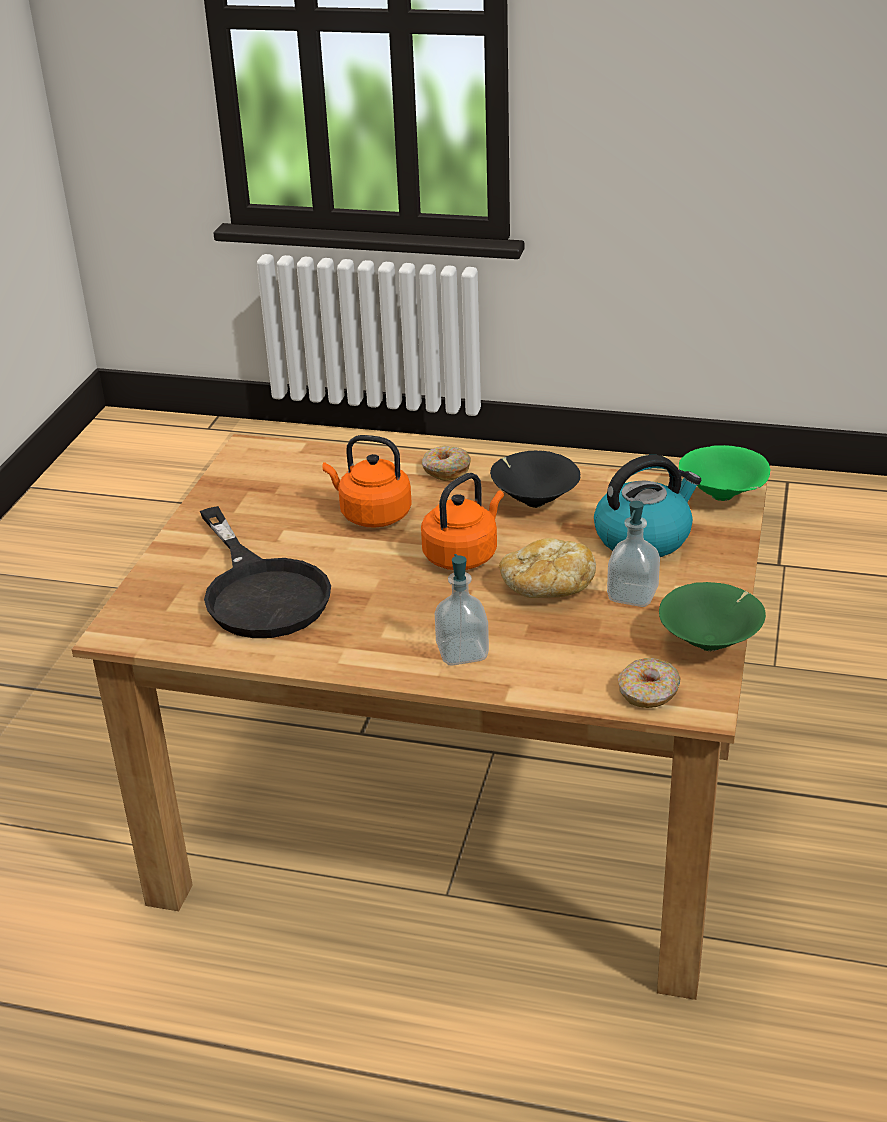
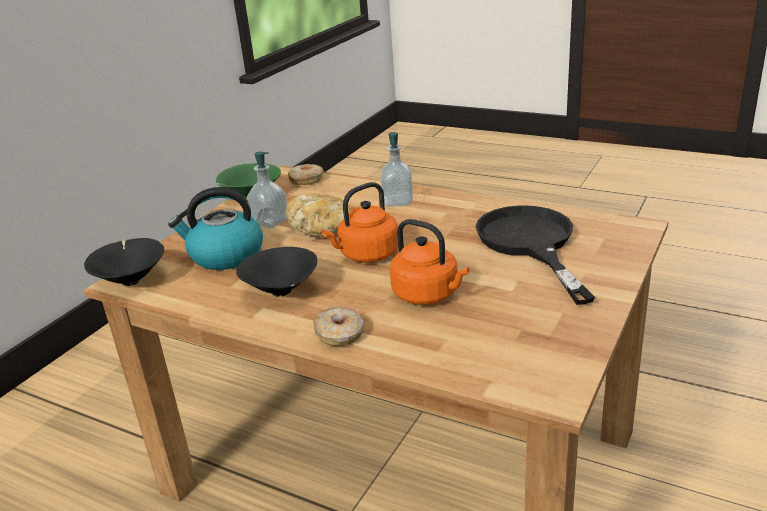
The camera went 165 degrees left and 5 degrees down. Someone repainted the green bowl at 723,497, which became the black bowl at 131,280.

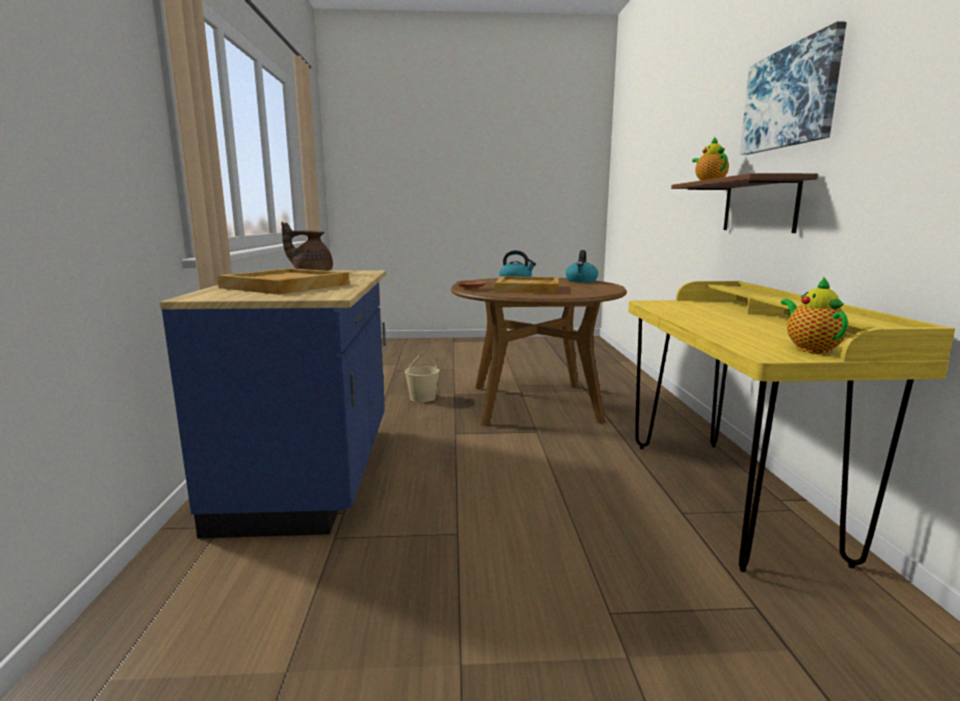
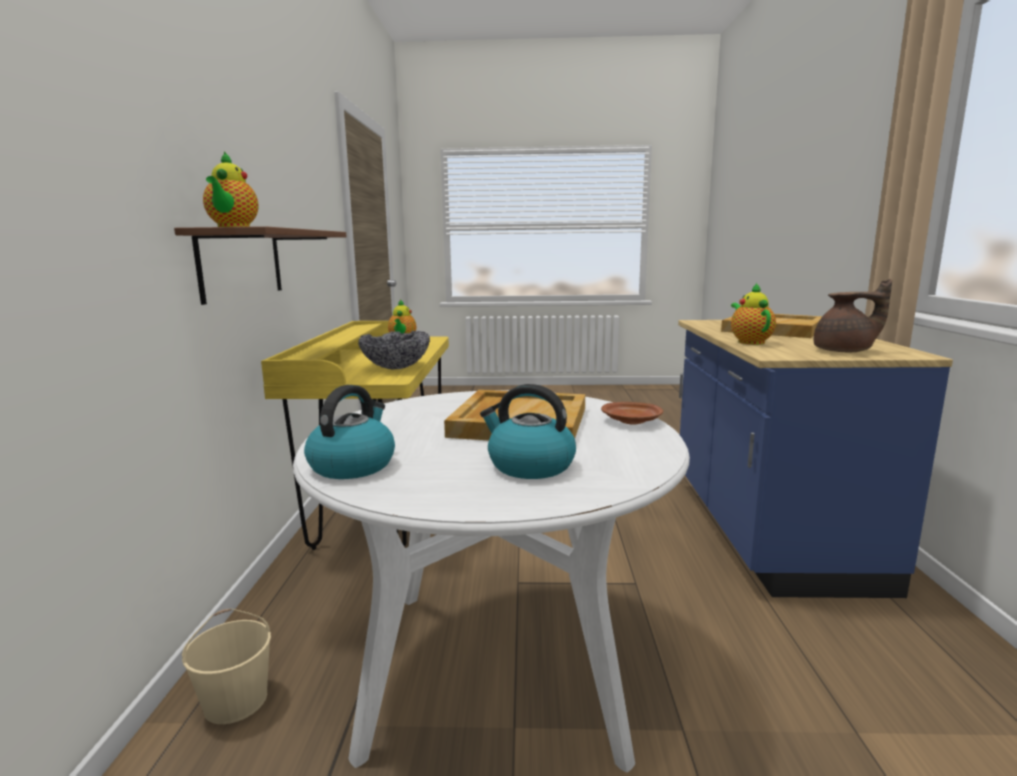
The camera went 175 degrees left and 0 degrees up. Someone carried the beige bucket from 423,397 to 235,701. Someone repainted the brown dining table at 534,403, which became the white dining table at 497,666. Someone put down the bowl at 396,368. Someone put down the teapot at 749,342. Someone took away the picture at 790,97.

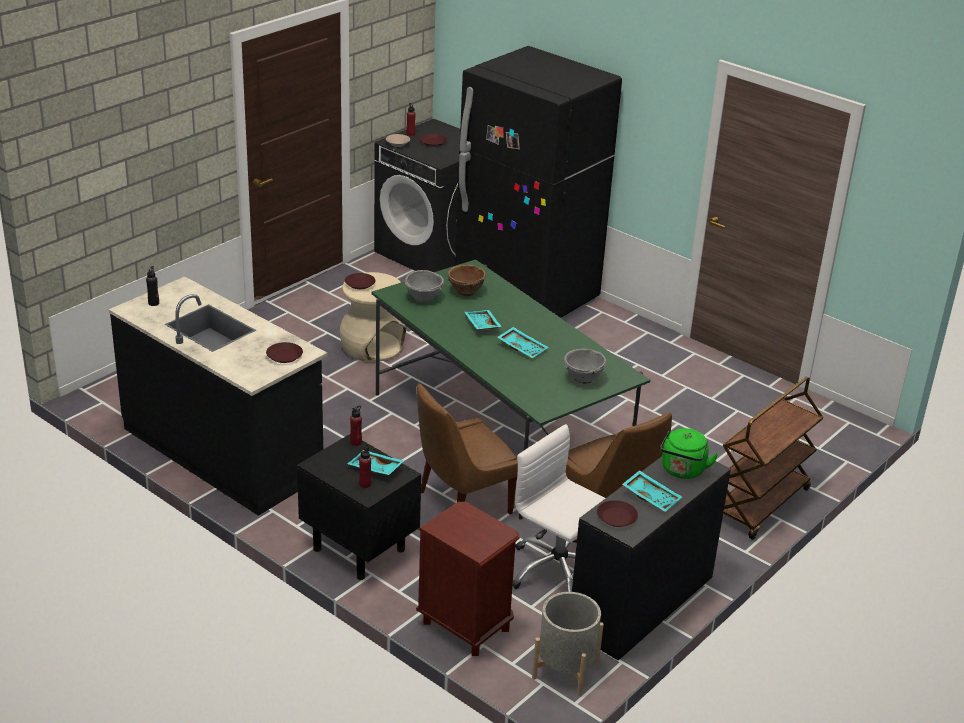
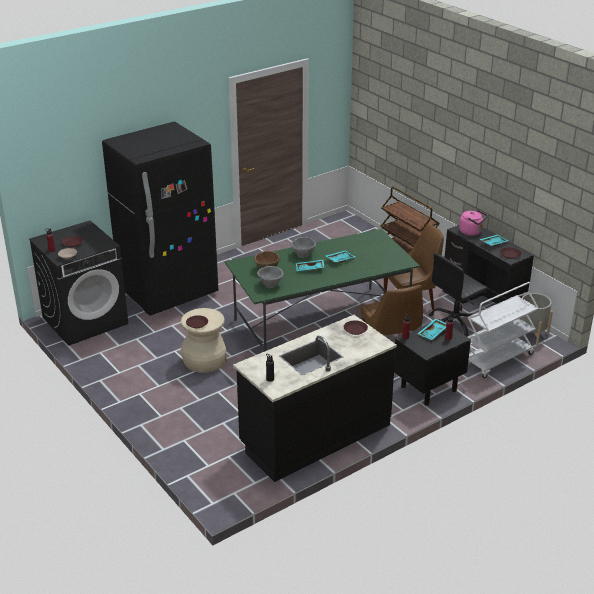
The camera went 75 degrees left and 0 degrees up. Someone carried the grey bowl from 583,379 to 303,255. Someone repainted the white office chair at 557,571, which became the black office chair at 454,325. Someone repainted the green kettle at 682,471, which became the pink kettle at 472,232. Someone swapped the brown nightstand at 465,626 for the white cart at 497,360.

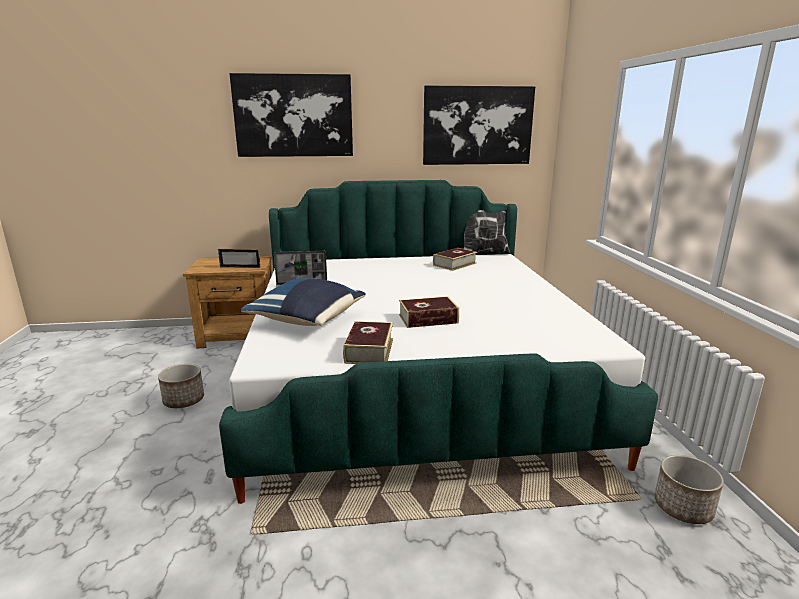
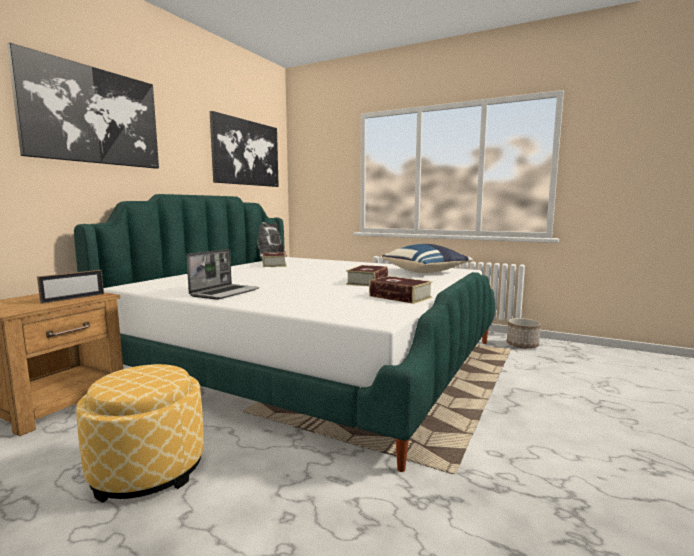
The camera went 55 degrees left and 10 degrees down. Someone swapped the planter at 184,400 for the ottoman at 148,469. Someone carried the blue pillow from 308,320 to 426,272.

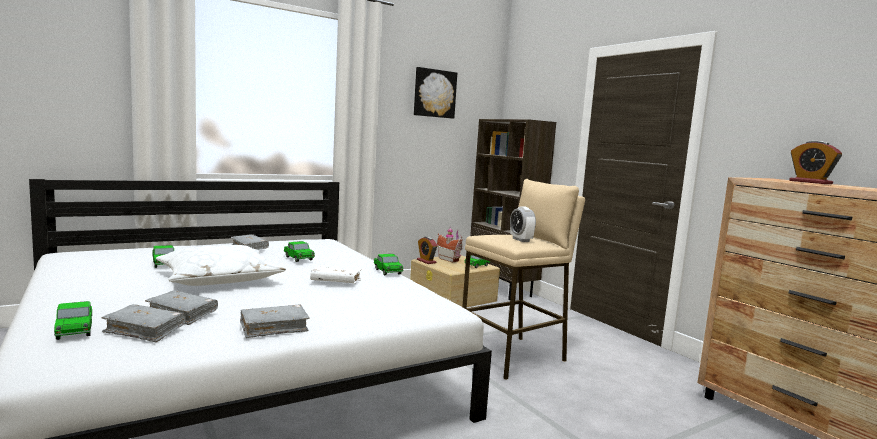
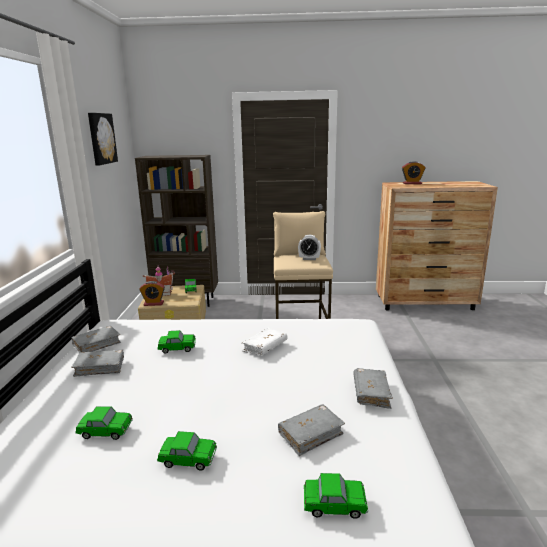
The camera went 55 degrees left and 10 degrees up. Someone carried the grey book from 145,330 to 97,344. Someone carried the toy car from 387,271 to 188,459. Someone took away the white pillow at 219,278.

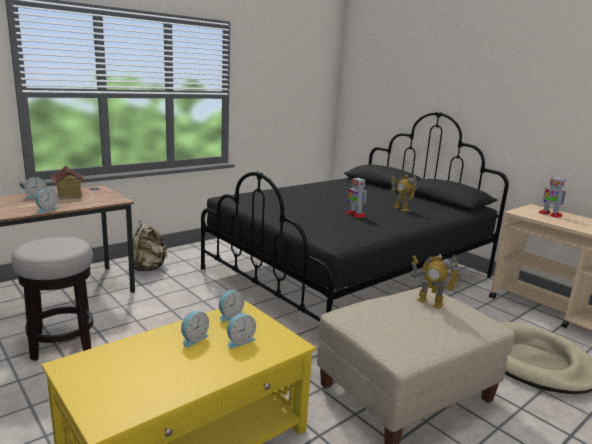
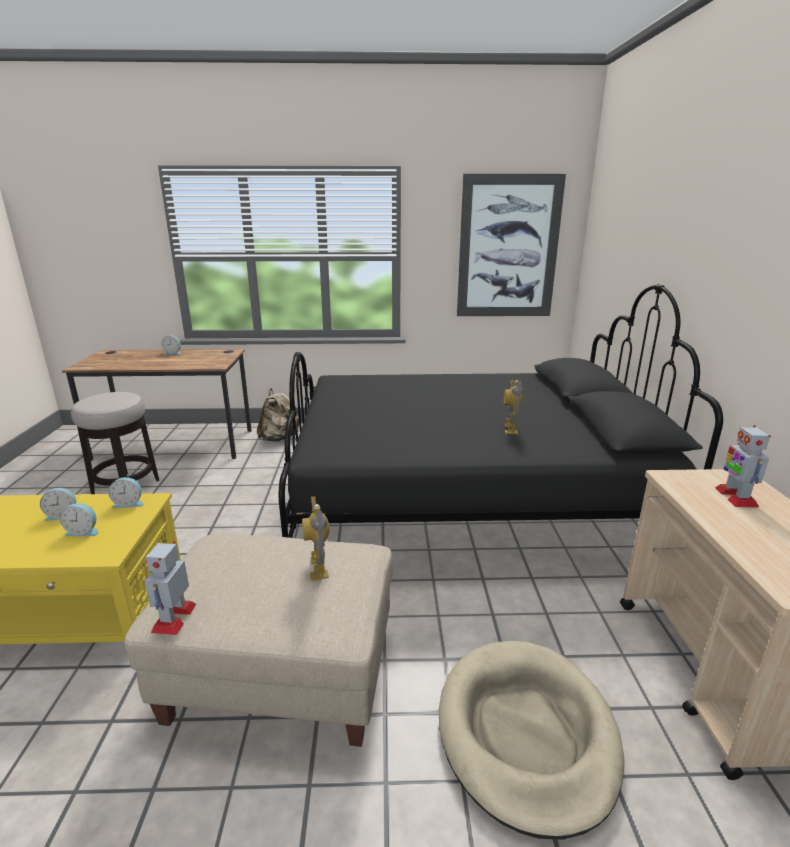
The camera went 40 degrees right and 5 degrees up. Someone carried the toy robot from 355,214 to 174,617. Someone put up the picture at 508,248. Someone took away the alarm clock at 46,209. Someone took away the toy house at 69,194.

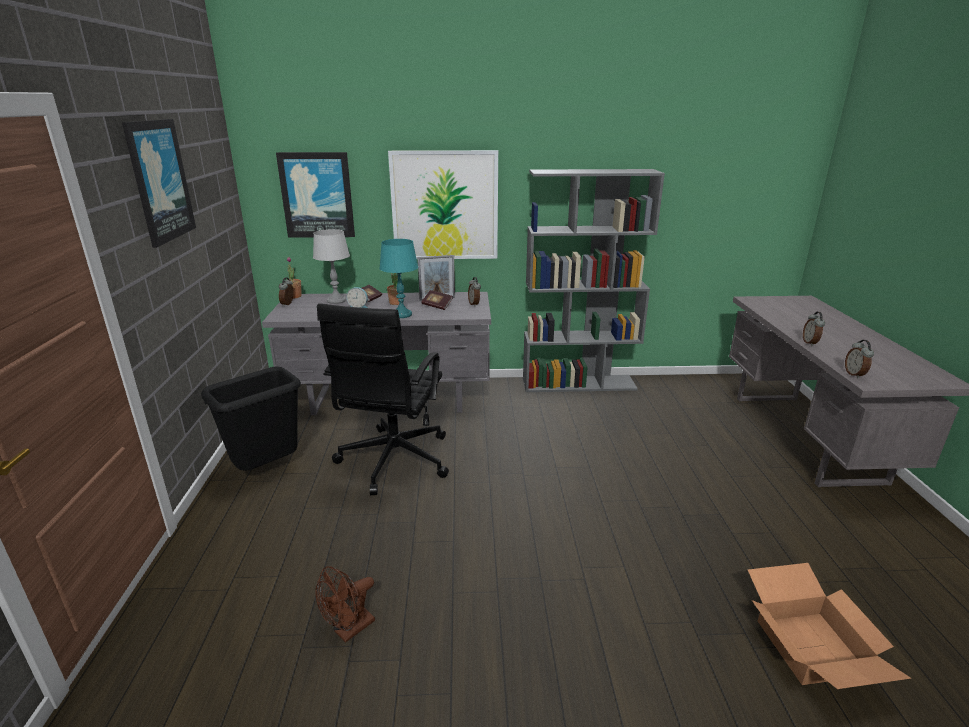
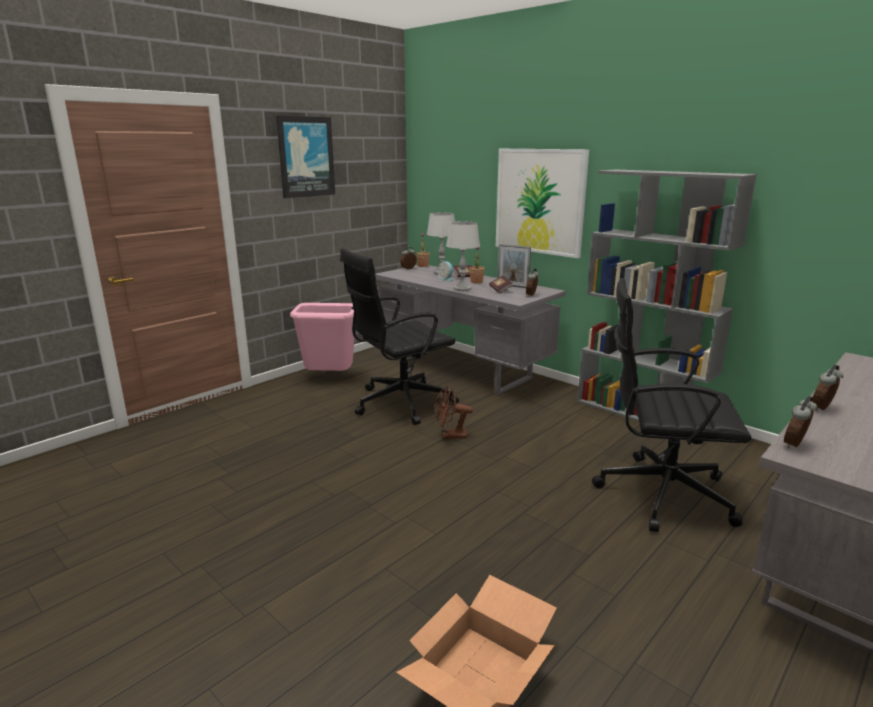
The camera went 45 degrees right and 5 degrees down. Someone repainted the black trash can at 268,469, which became the pink trash can at 330,378. Someone carried the brown fan from 349,630 to 450,436. Someone repainted the turquoise table lamp at 401,314, which became the grey table lamp at 462,289. Someone put down the black office chair at 660,493. Someone took away the picture at 317,195.

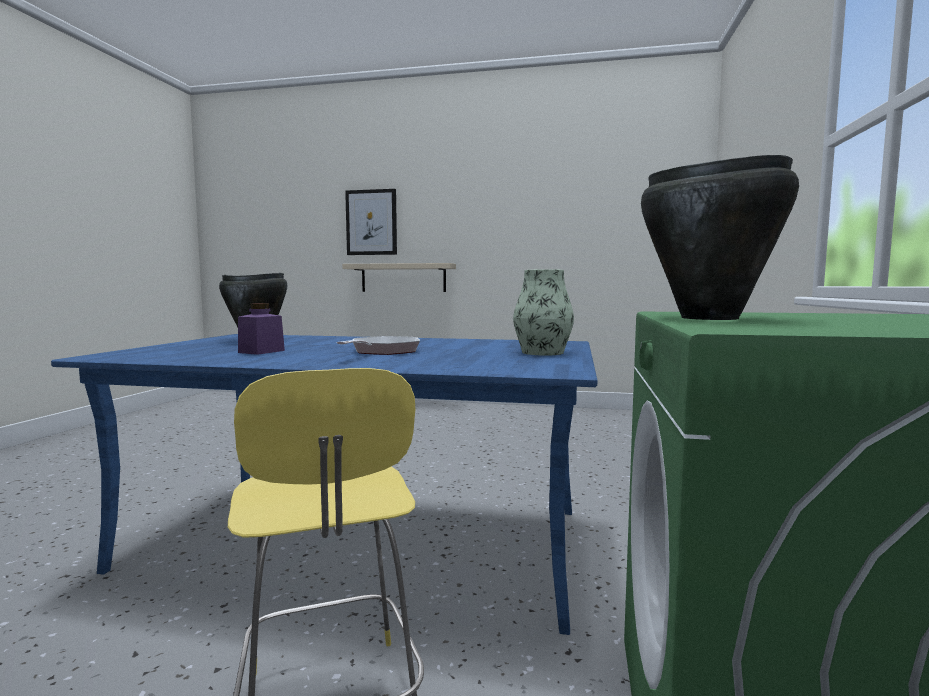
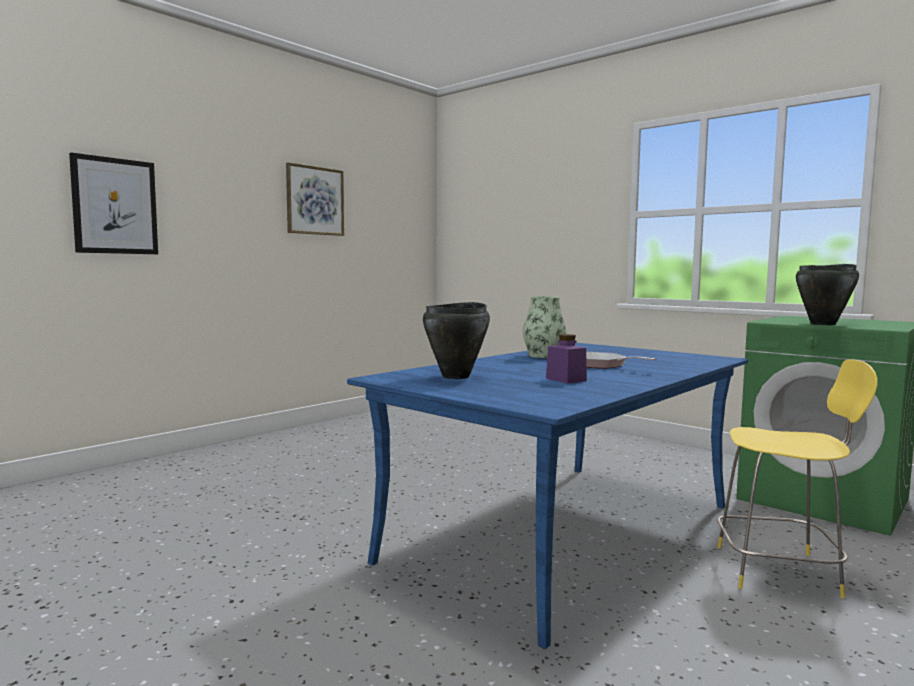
The camera went 60 degrees left and 0 degrees up. Someone put up the picture at 315,201. Someone carried the vase from 542,352 to 543,356. Someone took away the beige shelf at 403,278.

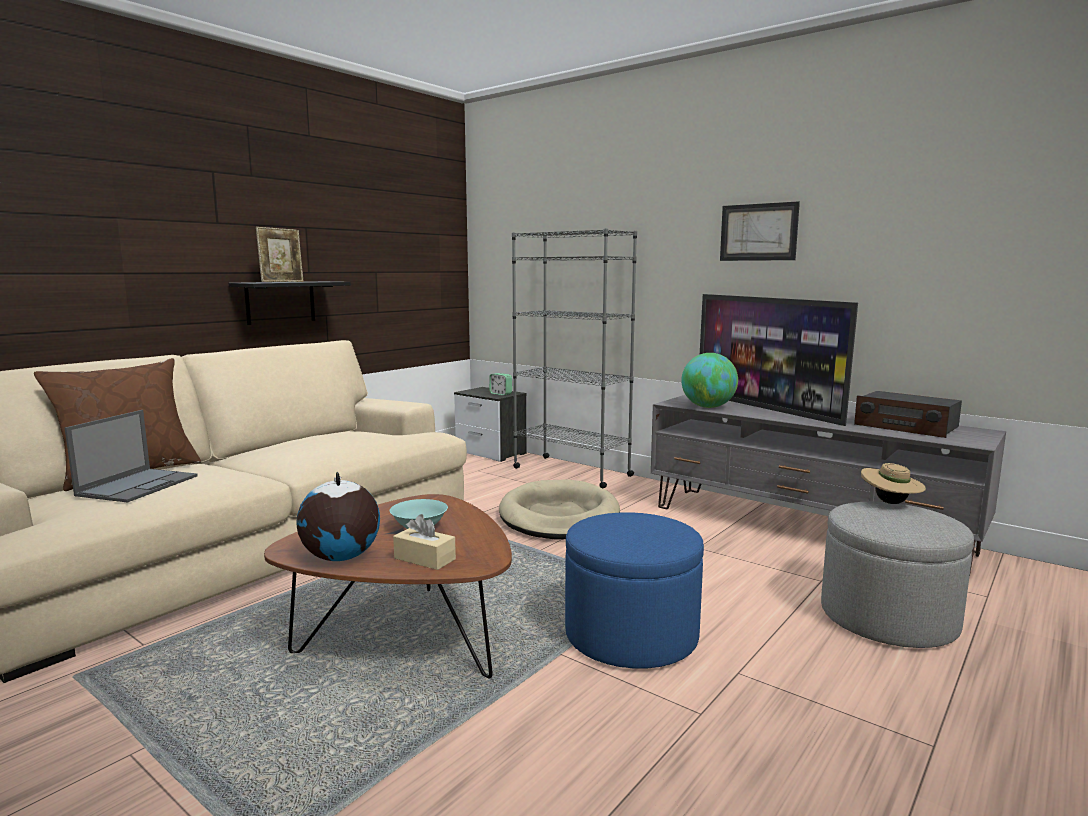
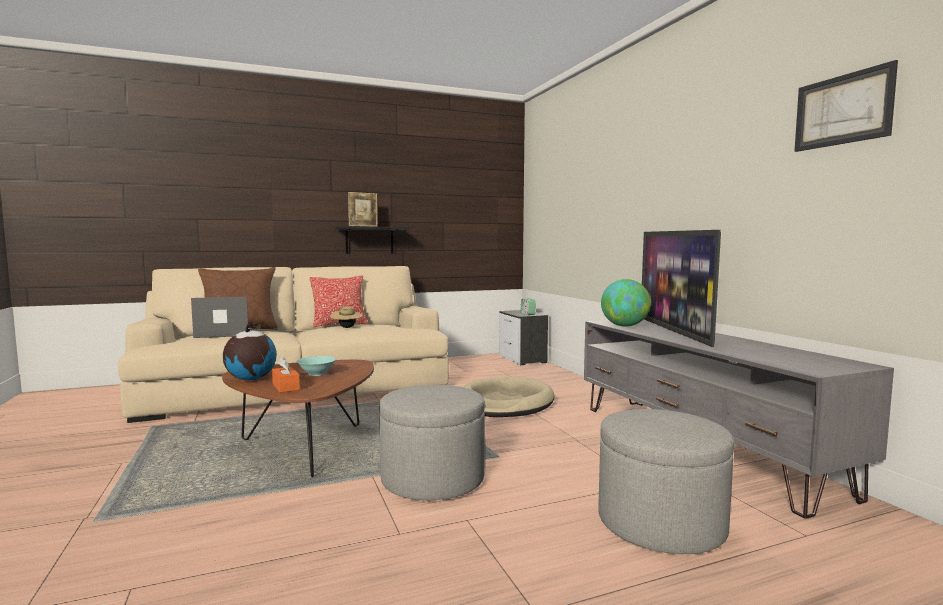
The camera went 30 degrees right and 5 degrees down. Someone rotated the laptop at 139,485 by 150 degrees counterclockwise. Someone repainted the beige tissue box at 424,559, which became the orange tissue box at 286,387. Someone put down the pillow at 339,324. Someone carried the beige hat from 890,503 to 346,327. Someone repainted the blue ottoman at 631,635, which became the grey ottoman at 433,479. Someone carried the picture from 758,232 to 842,110. Someone took away the grey bookcase at 571,471. Someone took away the radio at 906,426.

